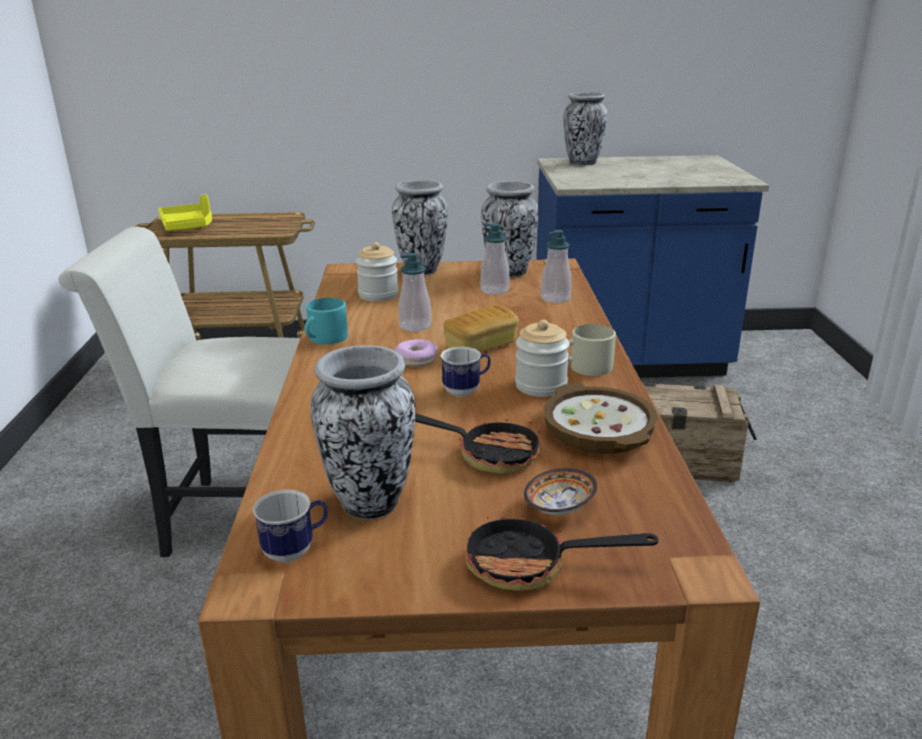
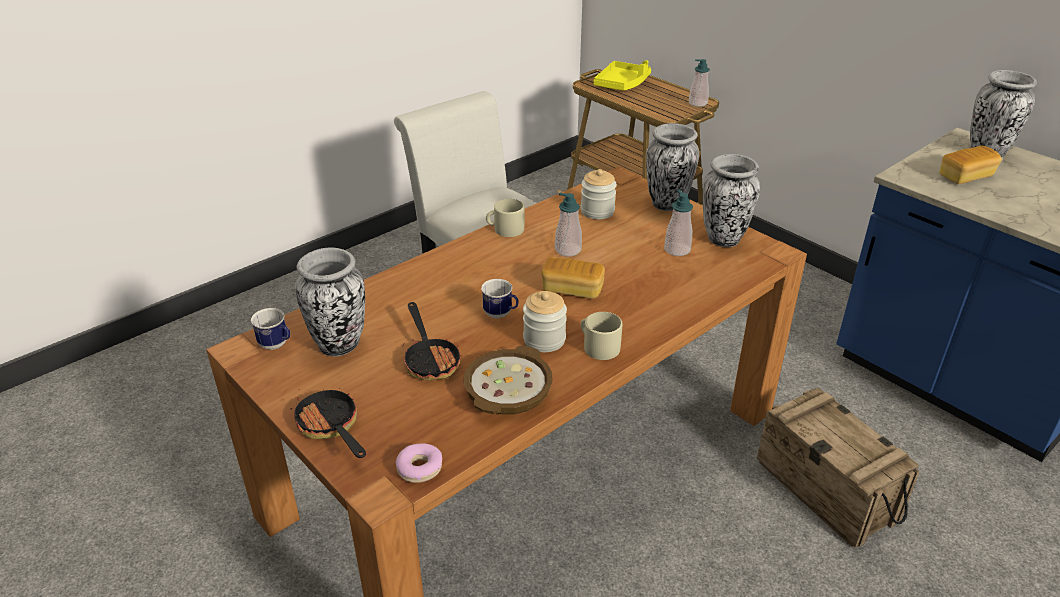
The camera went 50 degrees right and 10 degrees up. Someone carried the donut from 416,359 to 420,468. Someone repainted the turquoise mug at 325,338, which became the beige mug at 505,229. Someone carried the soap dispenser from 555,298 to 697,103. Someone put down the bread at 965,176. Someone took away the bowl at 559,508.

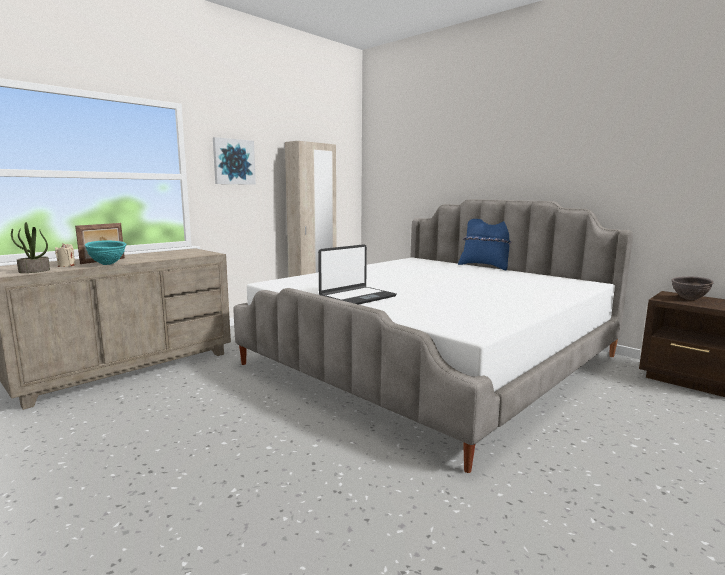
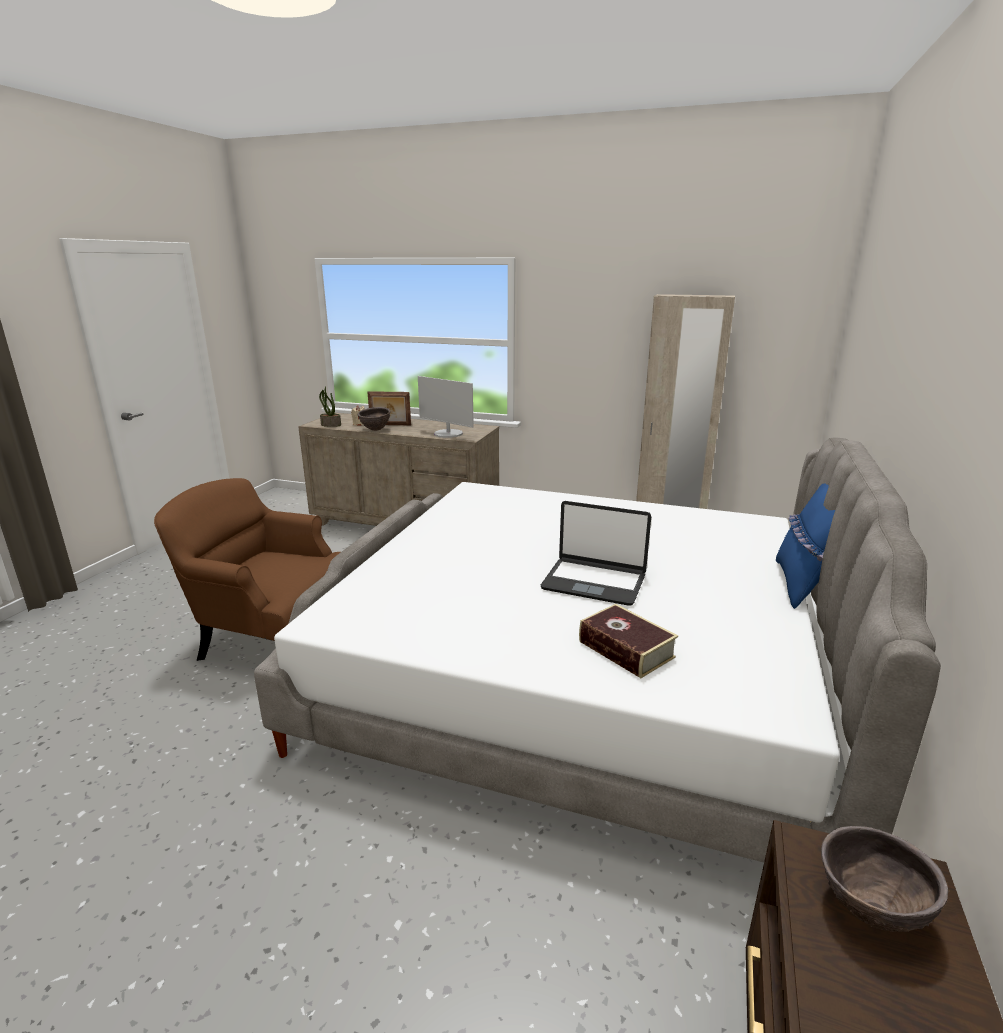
The camera went 65 degrees right and 10 degrees up. Someone put down the brown armchair at 273,638. Someone repainted the turquoise bowl at 107,264, which became the brown bowl at 375,430. Someone put down the monitor at 448,434. Someone carried the laptop from 357,297 to 594,582. Someone put down the book at 626,649. Someone took away the picture at 233,162.

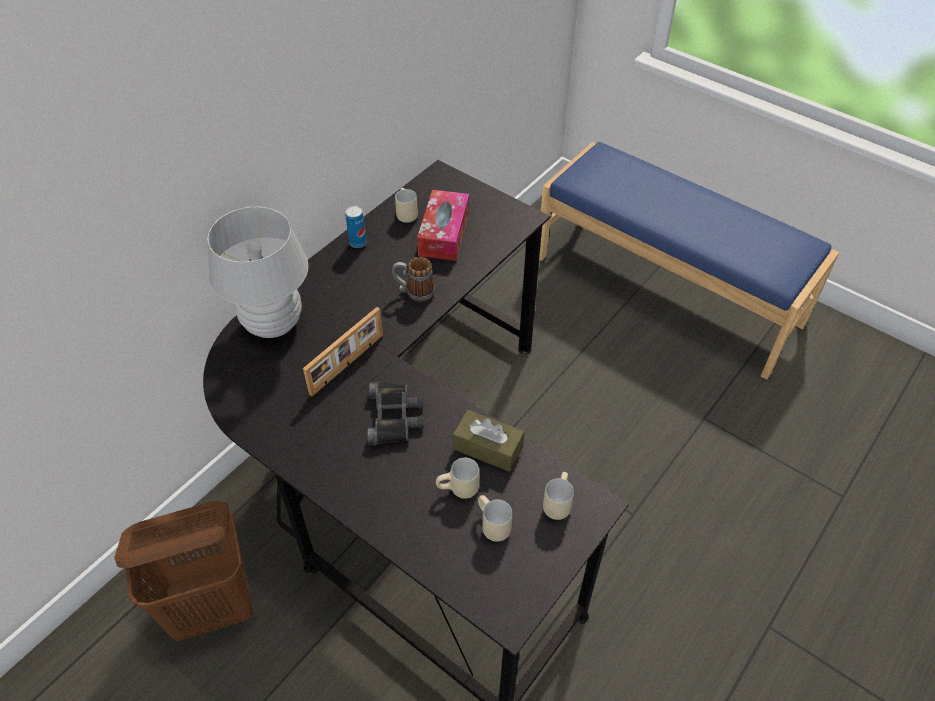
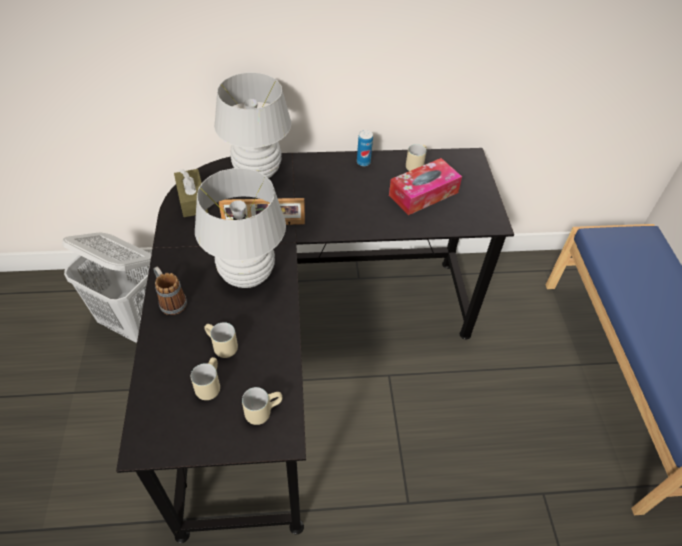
The camera went 45 degrees right and 0 degrees up. Someone repainted the brown laundry basket at 214,607, which became the white laundry basket at 134,323. Someone carried the mug from 414,292 to 170,300. Someone carried the brown tissue box from 488,448 to 192,200. Someone swapped the black binoculars at 395,417 for the white table lamp at 247,274.

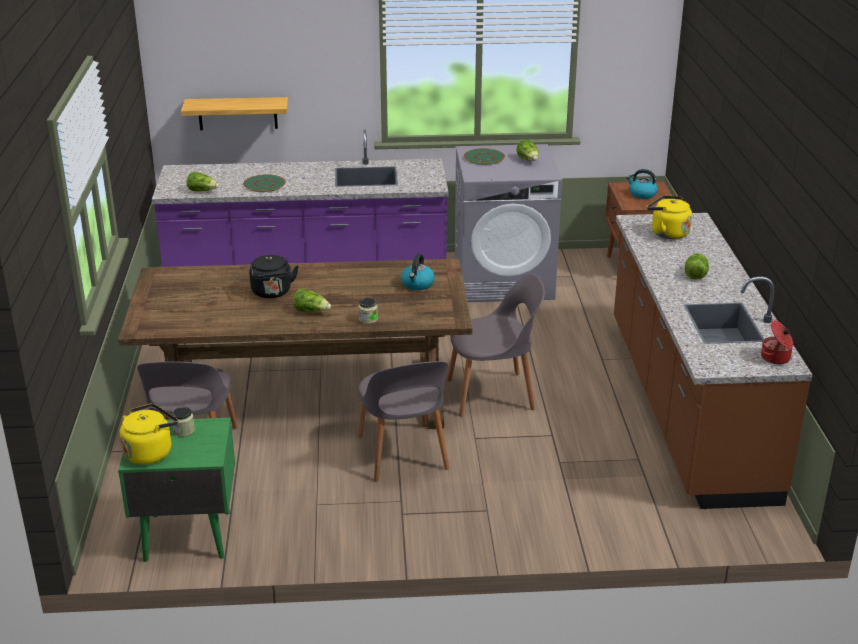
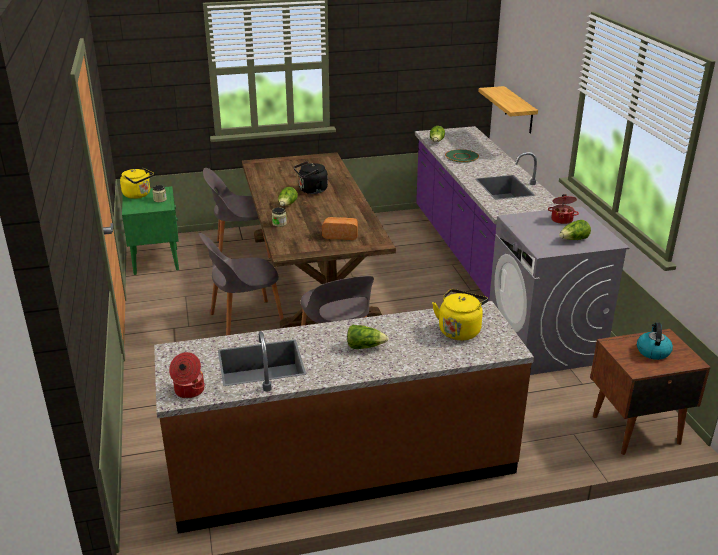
The camera went 80 degrees right and 0 degrees up. Someone swapped the kettle at 417,284 for the bread at 340,235. Someone swapped the green plate at 484,157 for the cooking pot at 562,219.

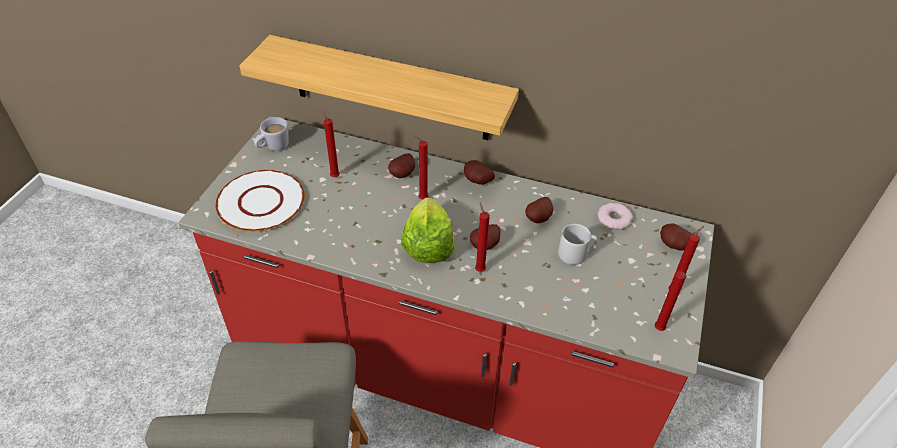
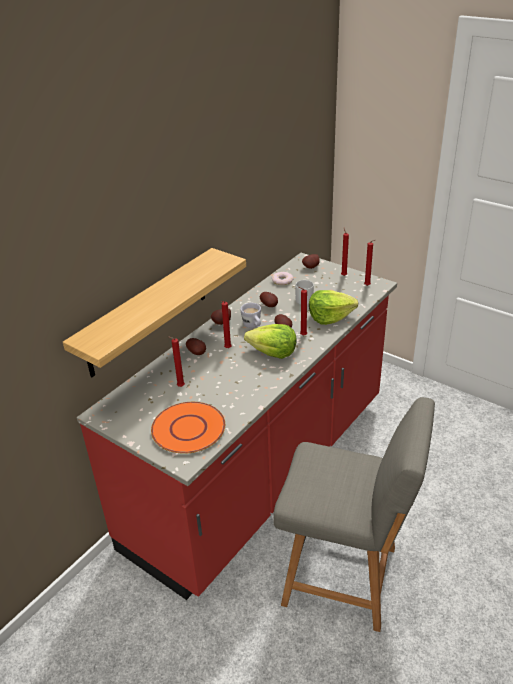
The camera went 70 degrees left and 10 degrees down. Someone repainted the white plate at 260,202, which became the orange plate at 188,429. Someone carried the white mug from 273,148 to 253,326. Someone put down the lettuce at 330,317.

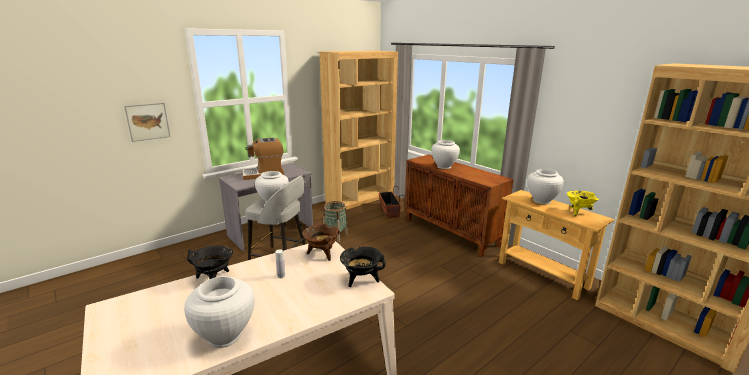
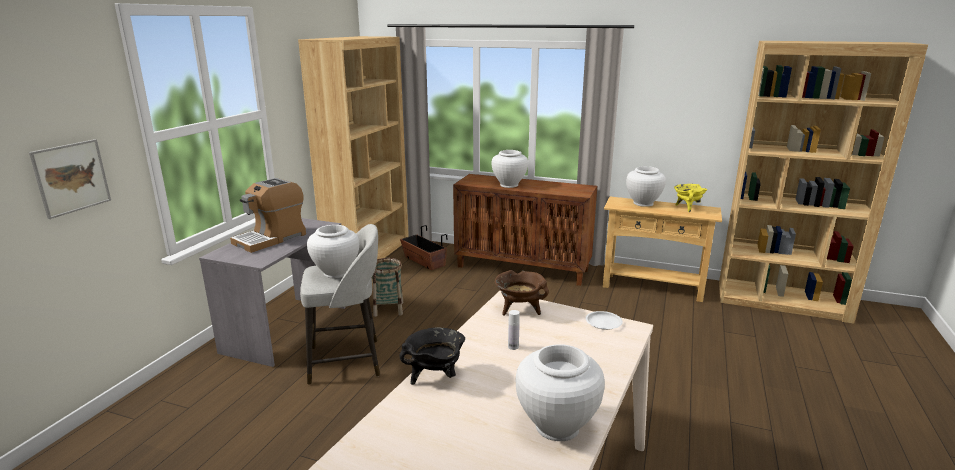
The camera went 30 degrees left and 0 degrees up. Someone swapped the black cooking pot at 361,280 for the white plate at 603,322.

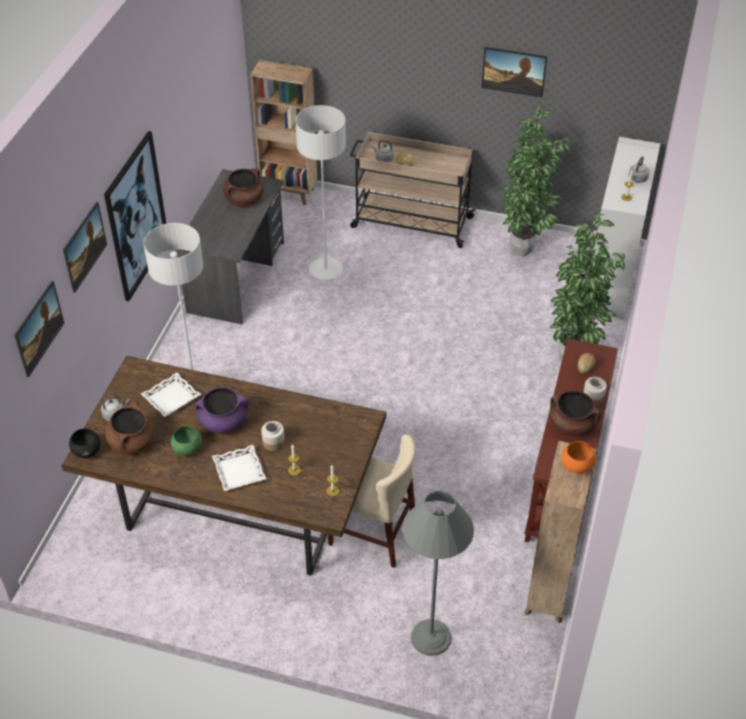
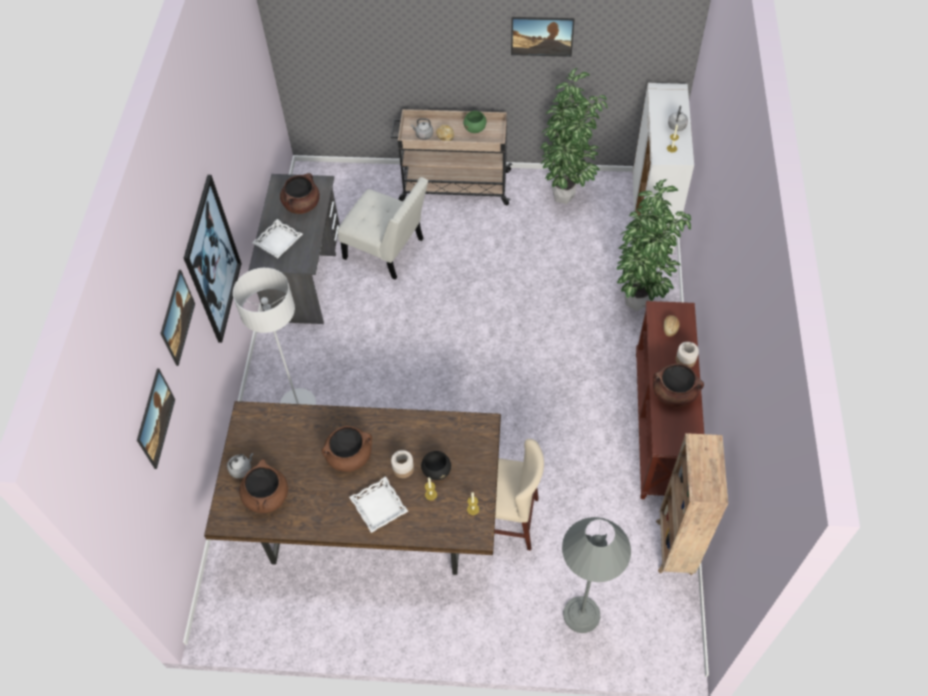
The camera went 10 degrees left and 10 degrees up. Someone carried the white tray from 171,398 to 278,241. Someone repainted the purple cooking pot at 224,422, which became the brown cooking pot at 349,456. Someone swapped the grey floor lamp at 326,270 for the white chair at 387,251. Someone carried the black bowl from 87,451 to 436,470. Someone carried the green bowl from 188,449 to 475,129. Someone took away the brown bookcase at 289,193. Someone took away the orange bowl at 576,465.

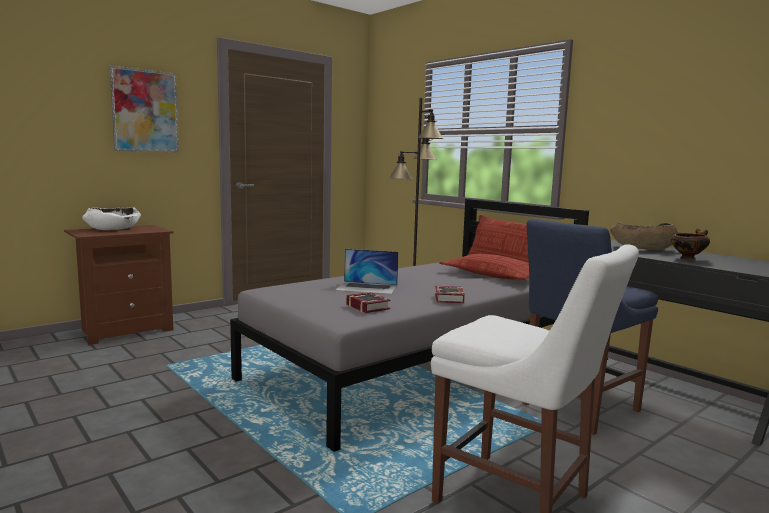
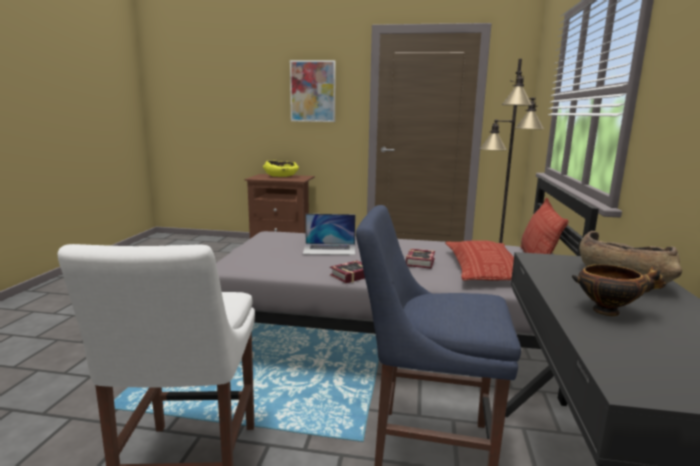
The camera went 50 degrees right and 5 degrees up. Someone repainted the white bowl at 113,229, which became the yellow bowl at 281,176. Someone rotated the laptop at 367,288 by 60 degrees counterclockwise. Someone carried the book from 367,306 to 421,262.

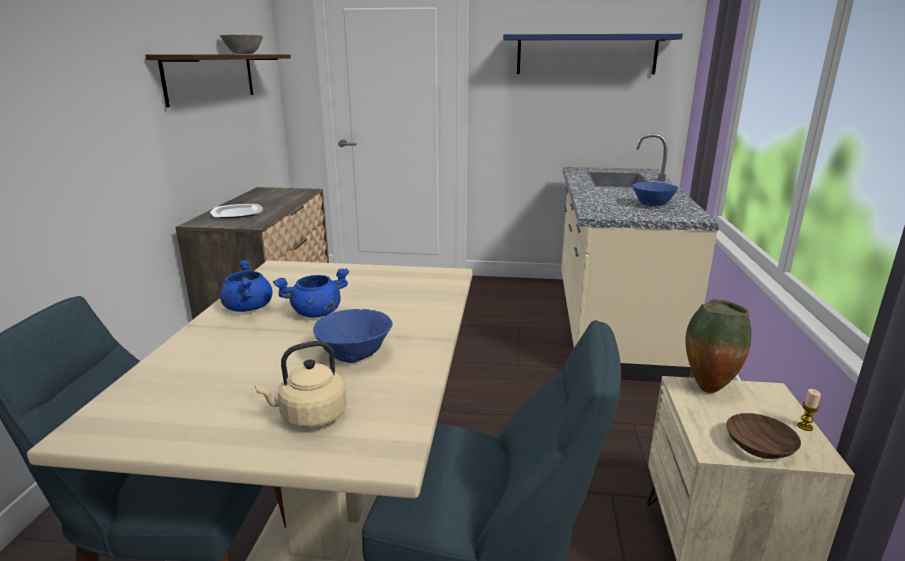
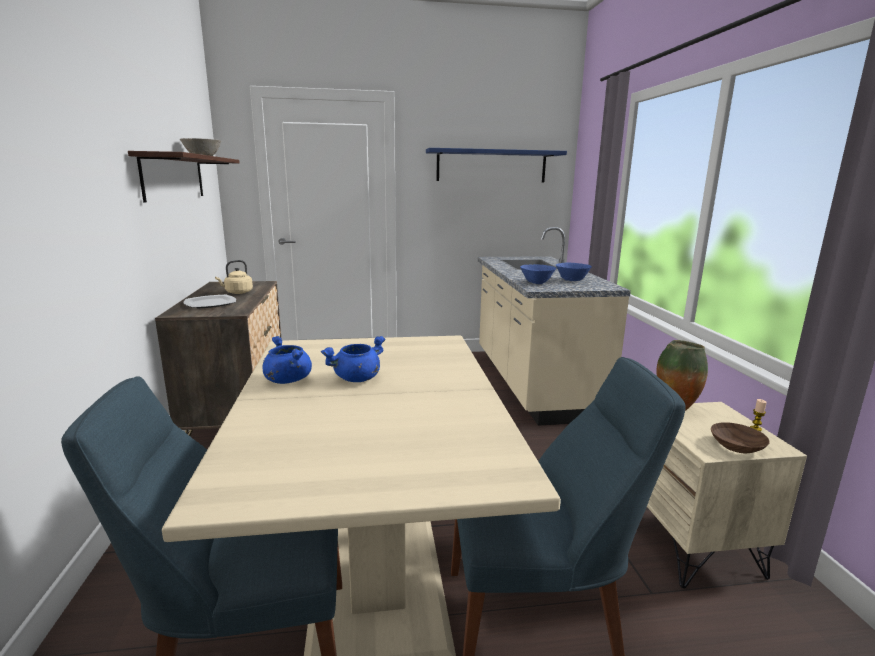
The camera went 15 degrees left and 5 degrees down. Someone carried the beige kettle from 310,417 to 237,292. Someone carried the blue bowl from 355,354 to 537,282.

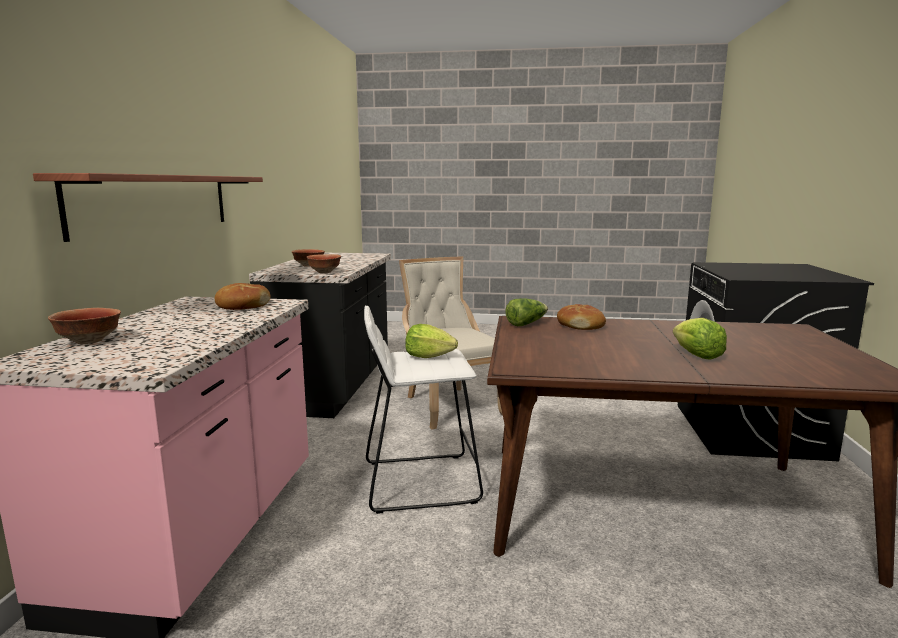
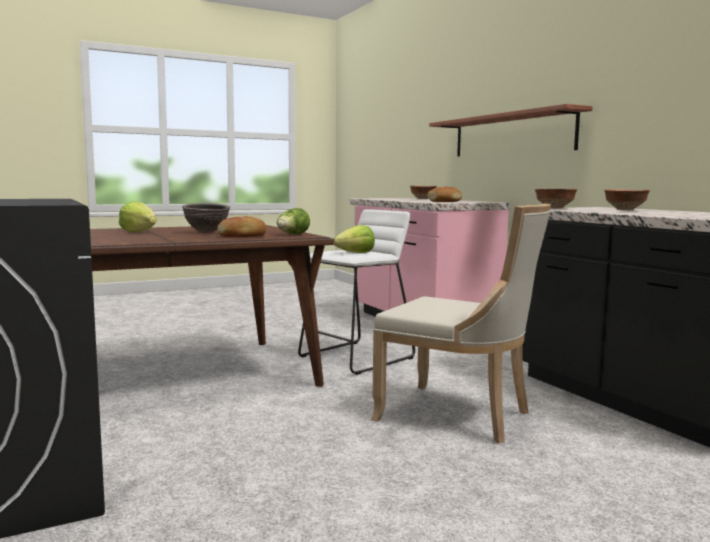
The camera went 145 degrees right and 5 degrees down. Someone put down the brown bowl at 206,233.

